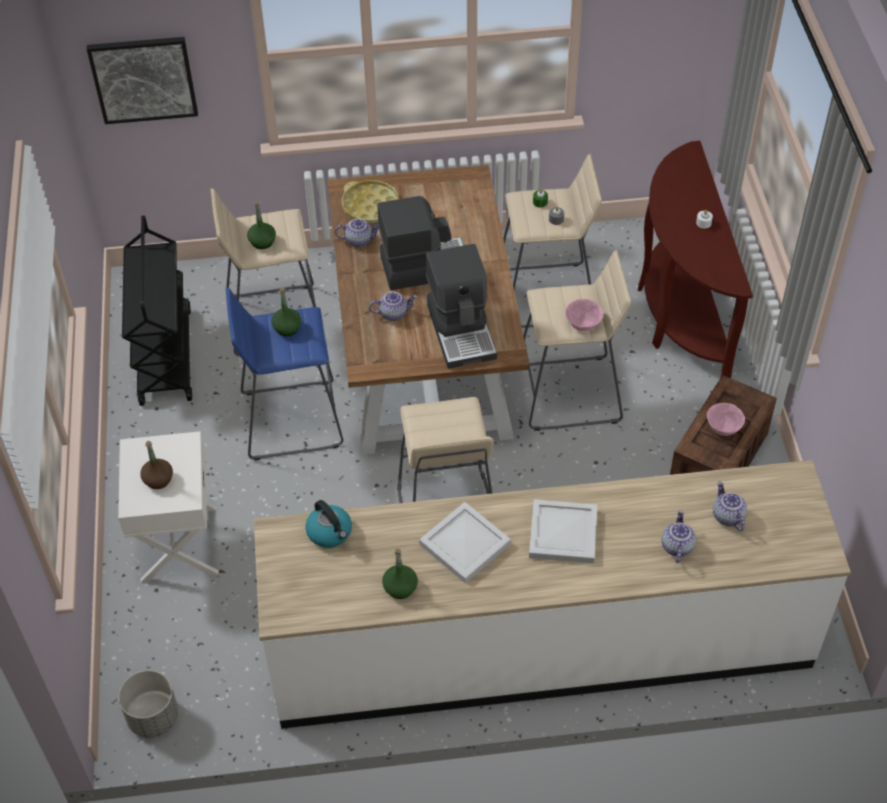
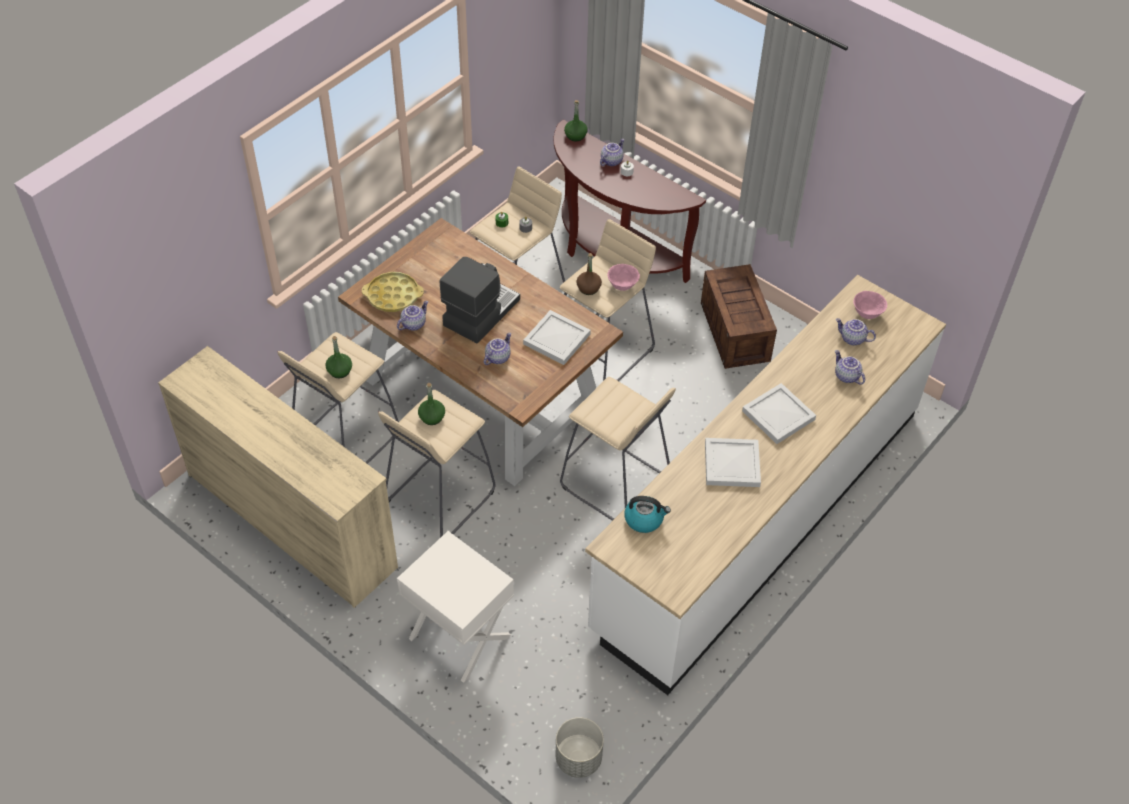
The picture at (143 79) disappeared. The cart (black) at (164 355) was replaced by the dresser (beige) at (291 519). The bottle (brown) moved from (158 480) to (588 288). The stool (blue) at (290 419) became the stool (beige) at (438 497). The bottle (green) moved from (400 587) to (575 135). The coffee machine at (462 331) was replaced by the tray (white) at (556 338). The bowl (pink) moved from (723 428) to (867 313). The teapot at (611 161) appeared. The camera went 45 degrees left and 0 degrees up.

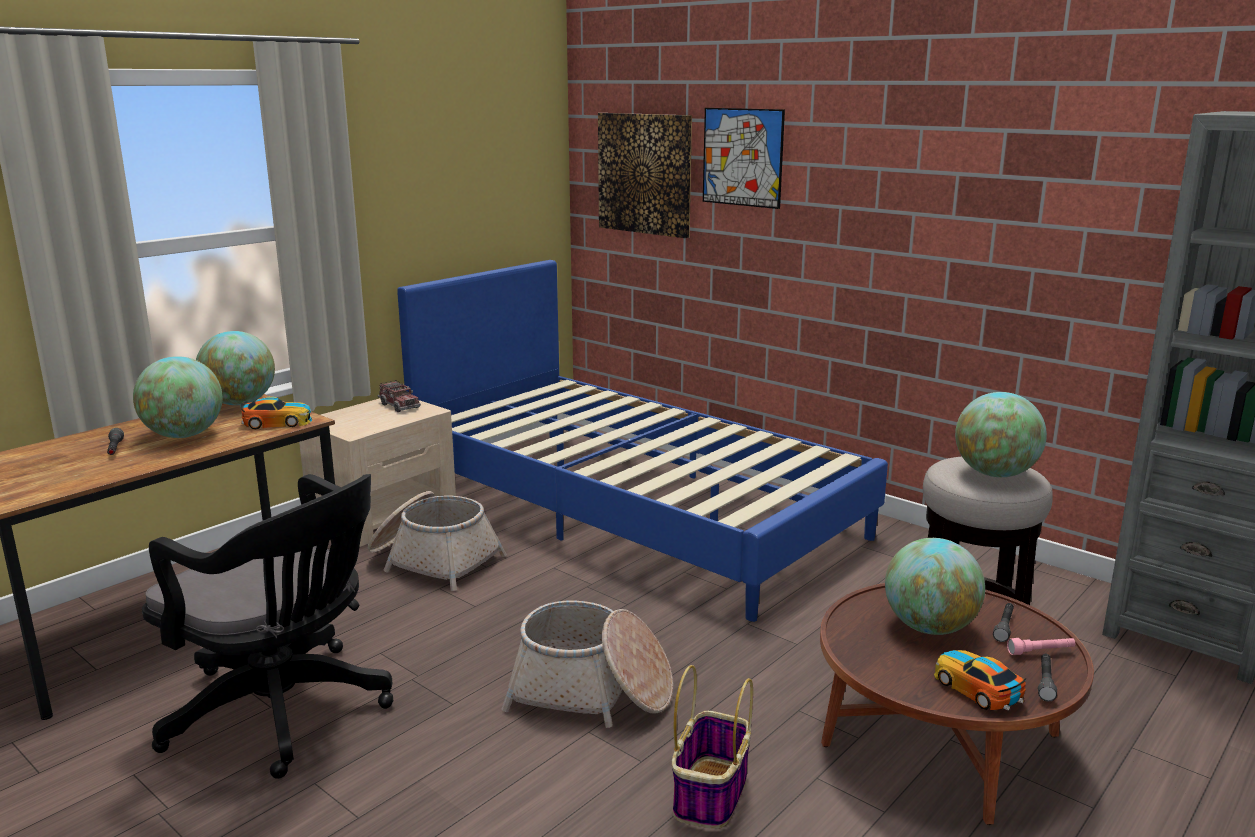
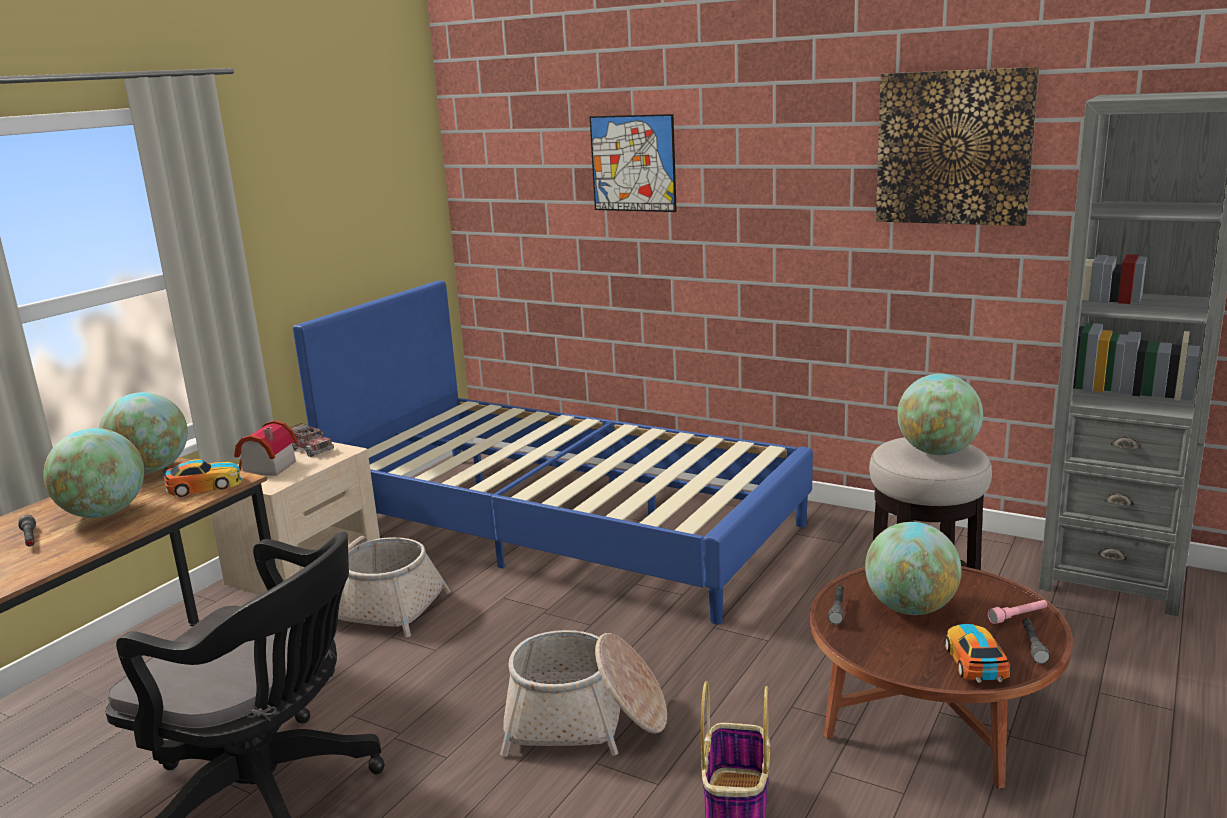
The picture moved from (645 174) to (954 148). The toy car at (976 688) turned 45 degrees clockwise. The flashlight (grey) moved from (1004 627) to (837 609). The toy house at (266 468) appeared. The camera went 10 degrees left and 0 degrees up.

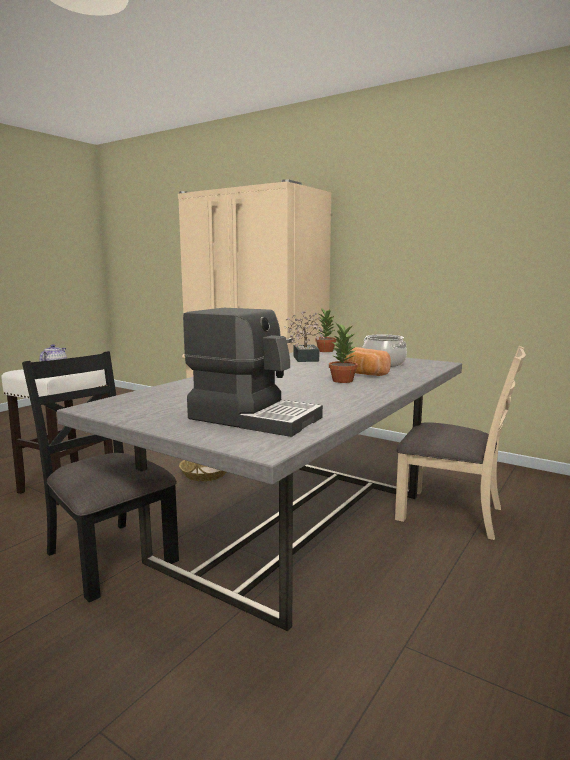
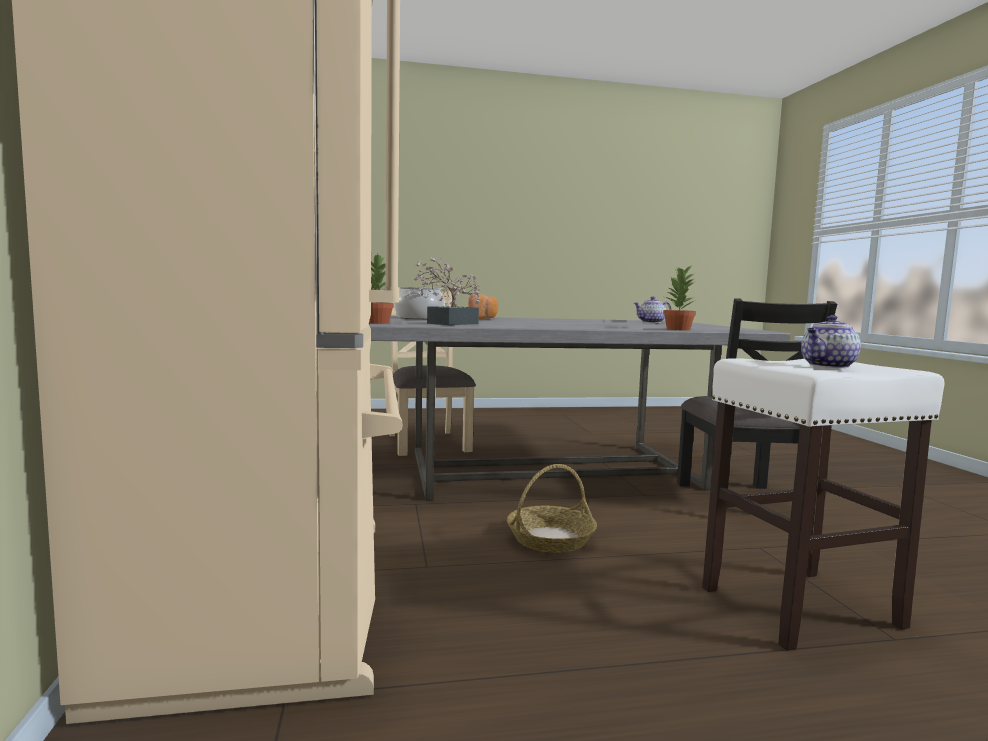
The coffee machine at (254 417) was replaced by the teapot at (651 322). The potted plant moved from (342 380) to (678 329). The camera went 135 degrees left and 5 degrees down.

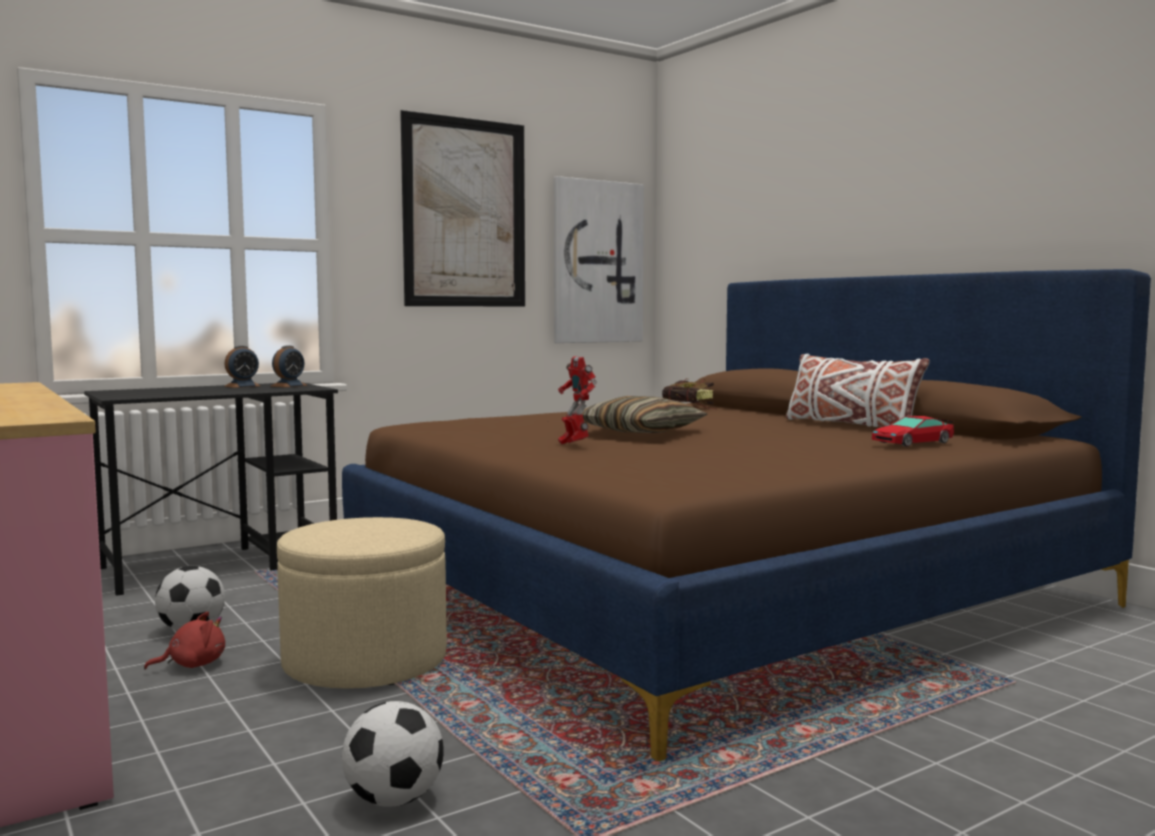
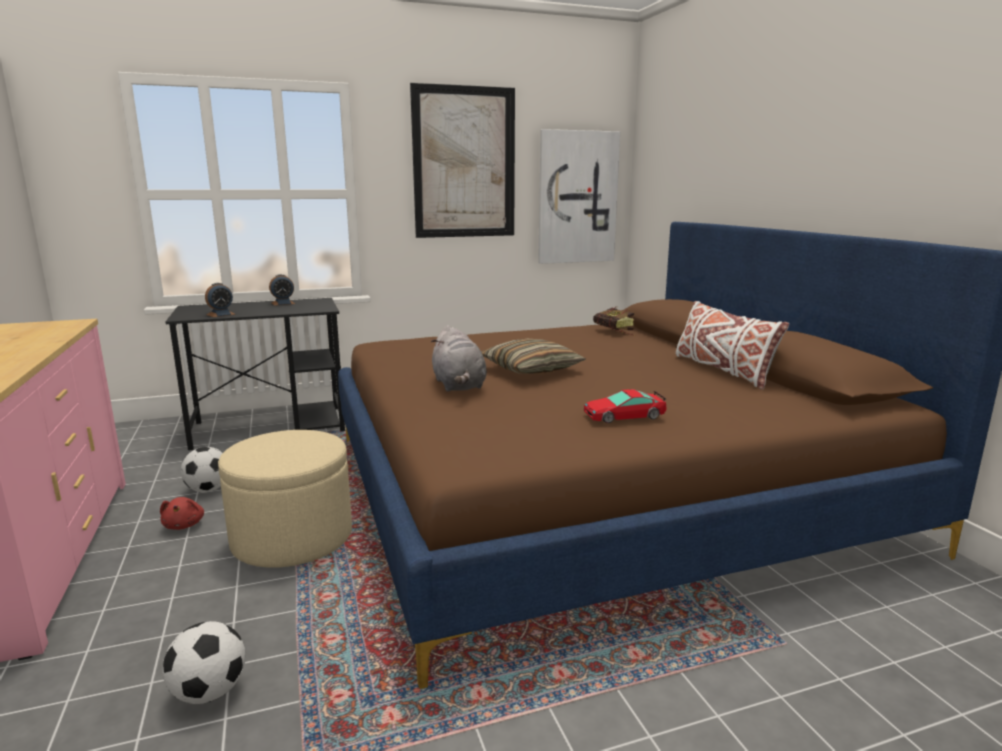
The plush toy (red) at (192 665) turned 90 degrees clockwise. The alarm clock moved from (289 386) to (221 314). The toy robot at (573 445) was replaced by the plush toy (grey) at (459 386). The toy car moved from (912 442) to (624 415). The camera went 15 degrees right and 10 degrees up.

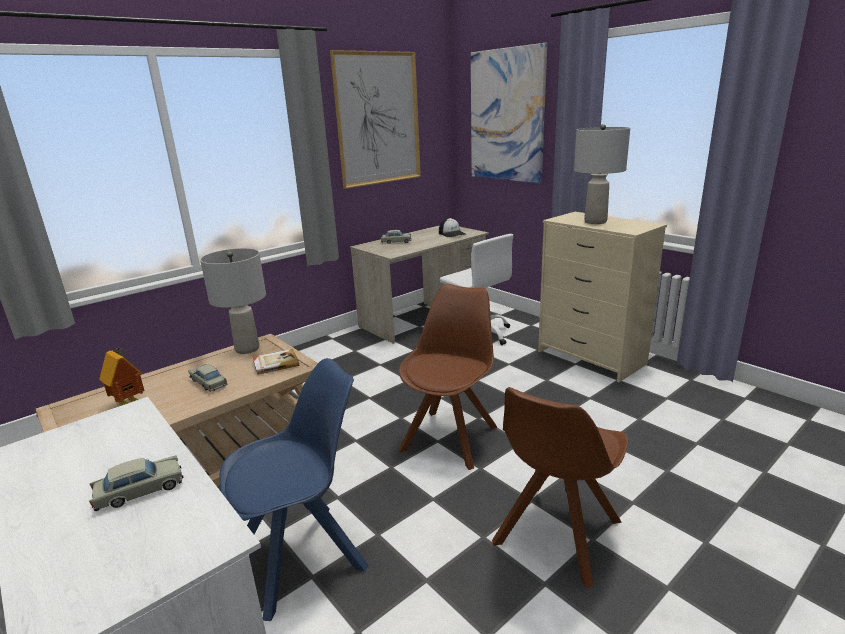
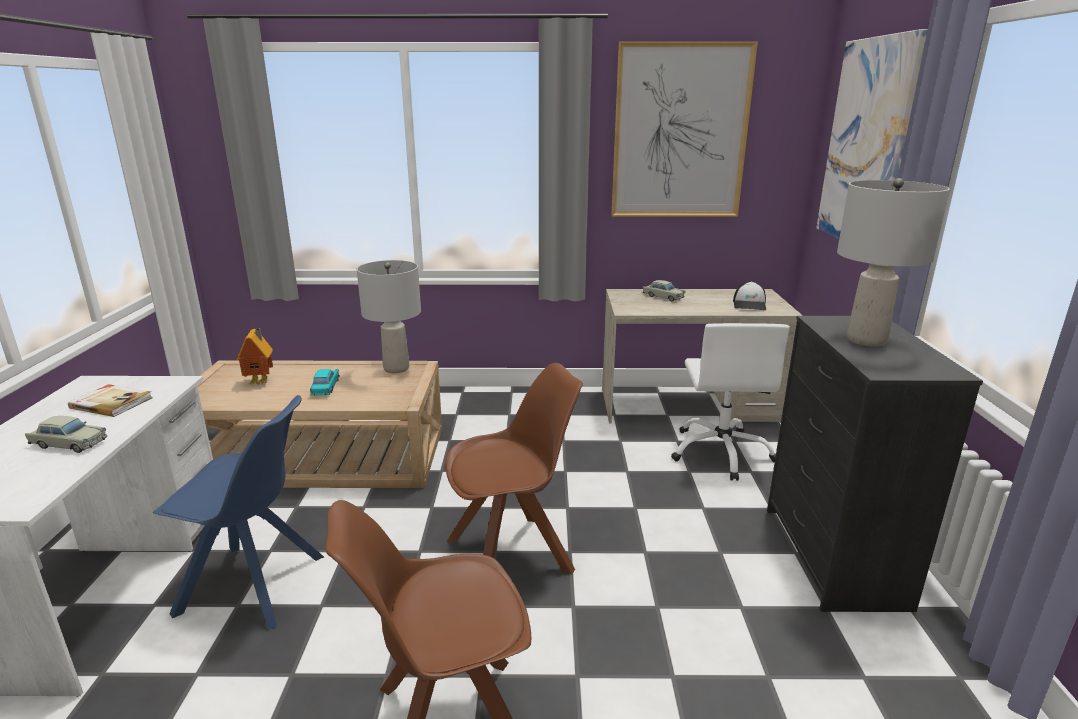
The toy car (beige) at (208 383) became the toy car (turquoise) at (325 387). The book moved from (275 363) to (112 403). The dresser (beige) at (590 357) became the dresser (black) at (832 556). The camera went 40 degrees right and 0 degrees up.

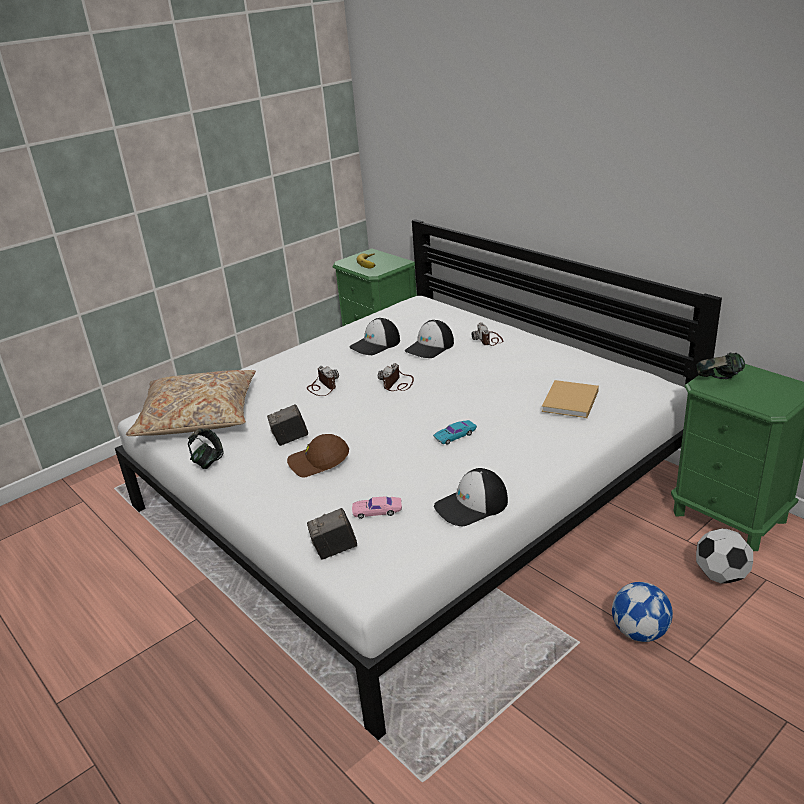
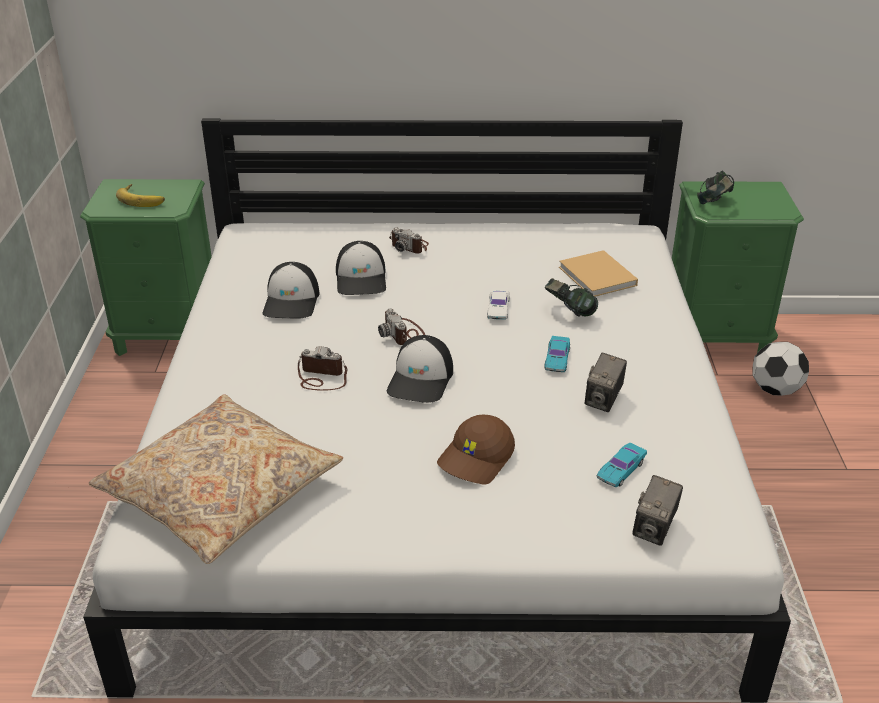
The headphones moved from (208 461) to (569 312). The photo camera moved from (290 439) to (603 400). The toy car (pink) at (377 511) became the toy car (turquoise) at (621 469). The cap moved from (471 505) to (421 379). The football at (639 632) disappeared. The toy car (white) at (498 308) appeared. The camera went 50 degrees left and 5 degrees up.

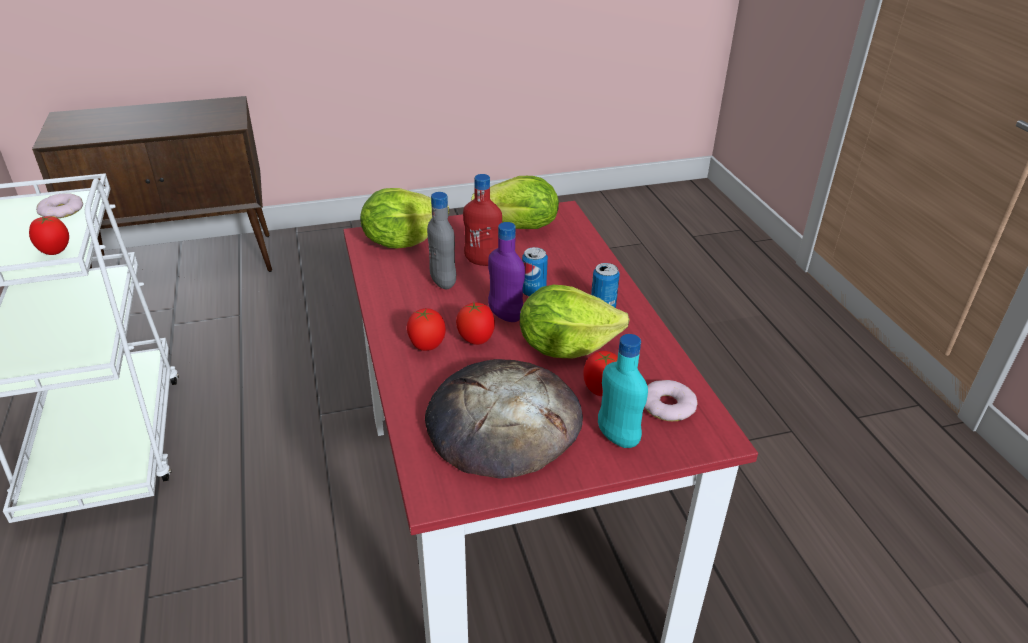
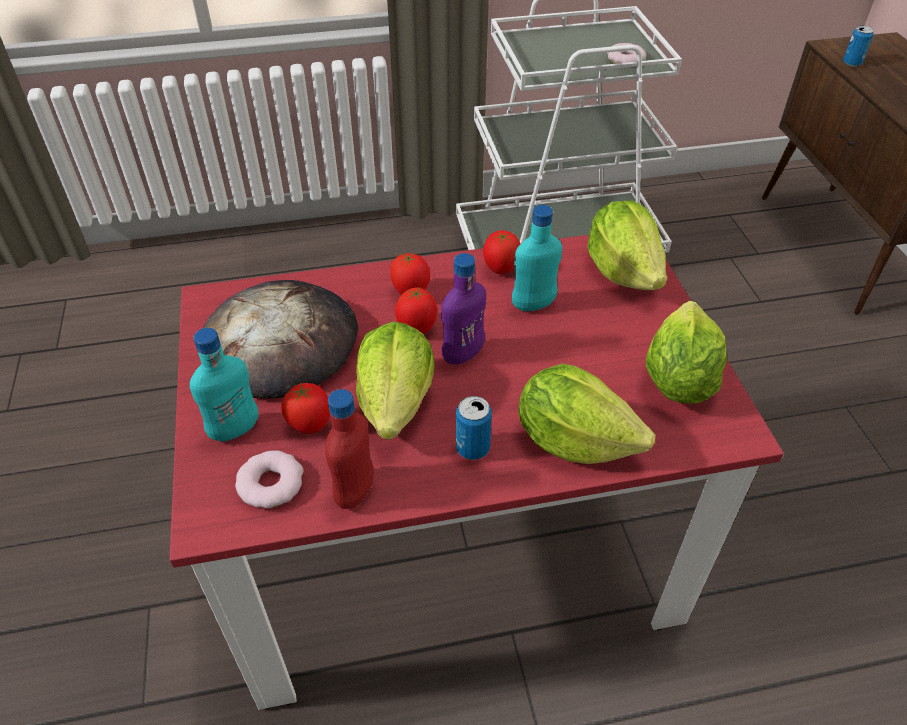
The tomato moved from (55 252) to (500 269). The bottle (grey) at (443 282) became the bottle (turquoise) at (533 304). The bottle (red) moved from (483 261) to (355 491). The can moved from (533 292) to (852 63). The lettuce at (573 440) appeared. The camera went 95 degrees right and 10 degrees up.

